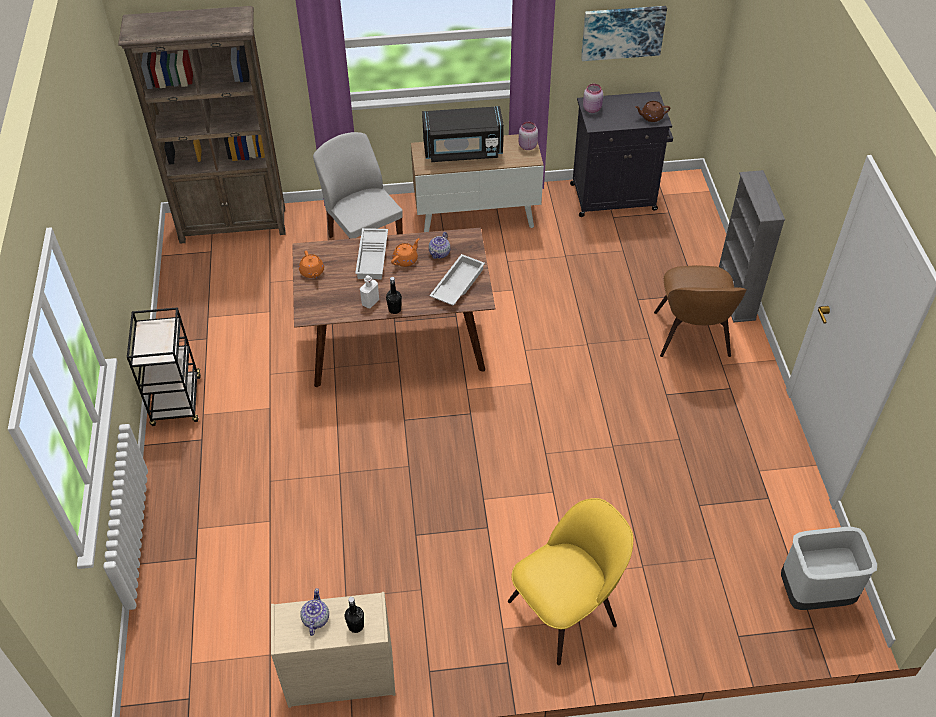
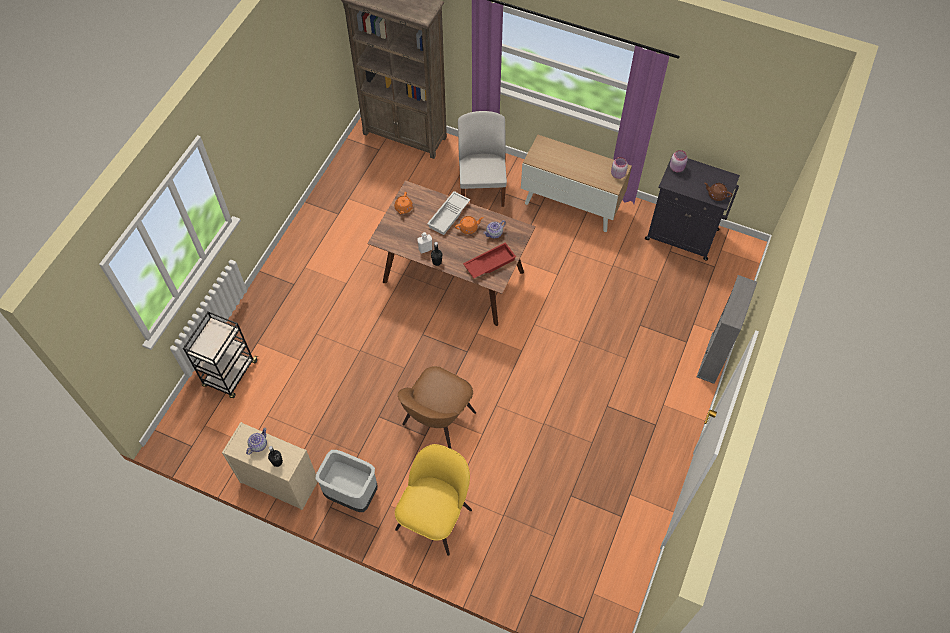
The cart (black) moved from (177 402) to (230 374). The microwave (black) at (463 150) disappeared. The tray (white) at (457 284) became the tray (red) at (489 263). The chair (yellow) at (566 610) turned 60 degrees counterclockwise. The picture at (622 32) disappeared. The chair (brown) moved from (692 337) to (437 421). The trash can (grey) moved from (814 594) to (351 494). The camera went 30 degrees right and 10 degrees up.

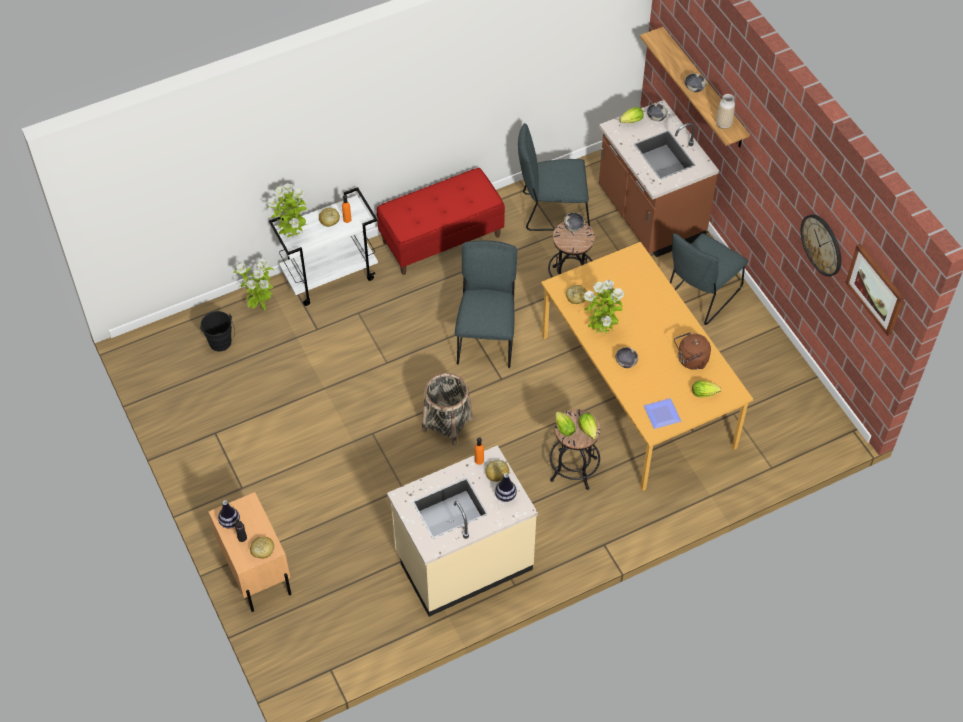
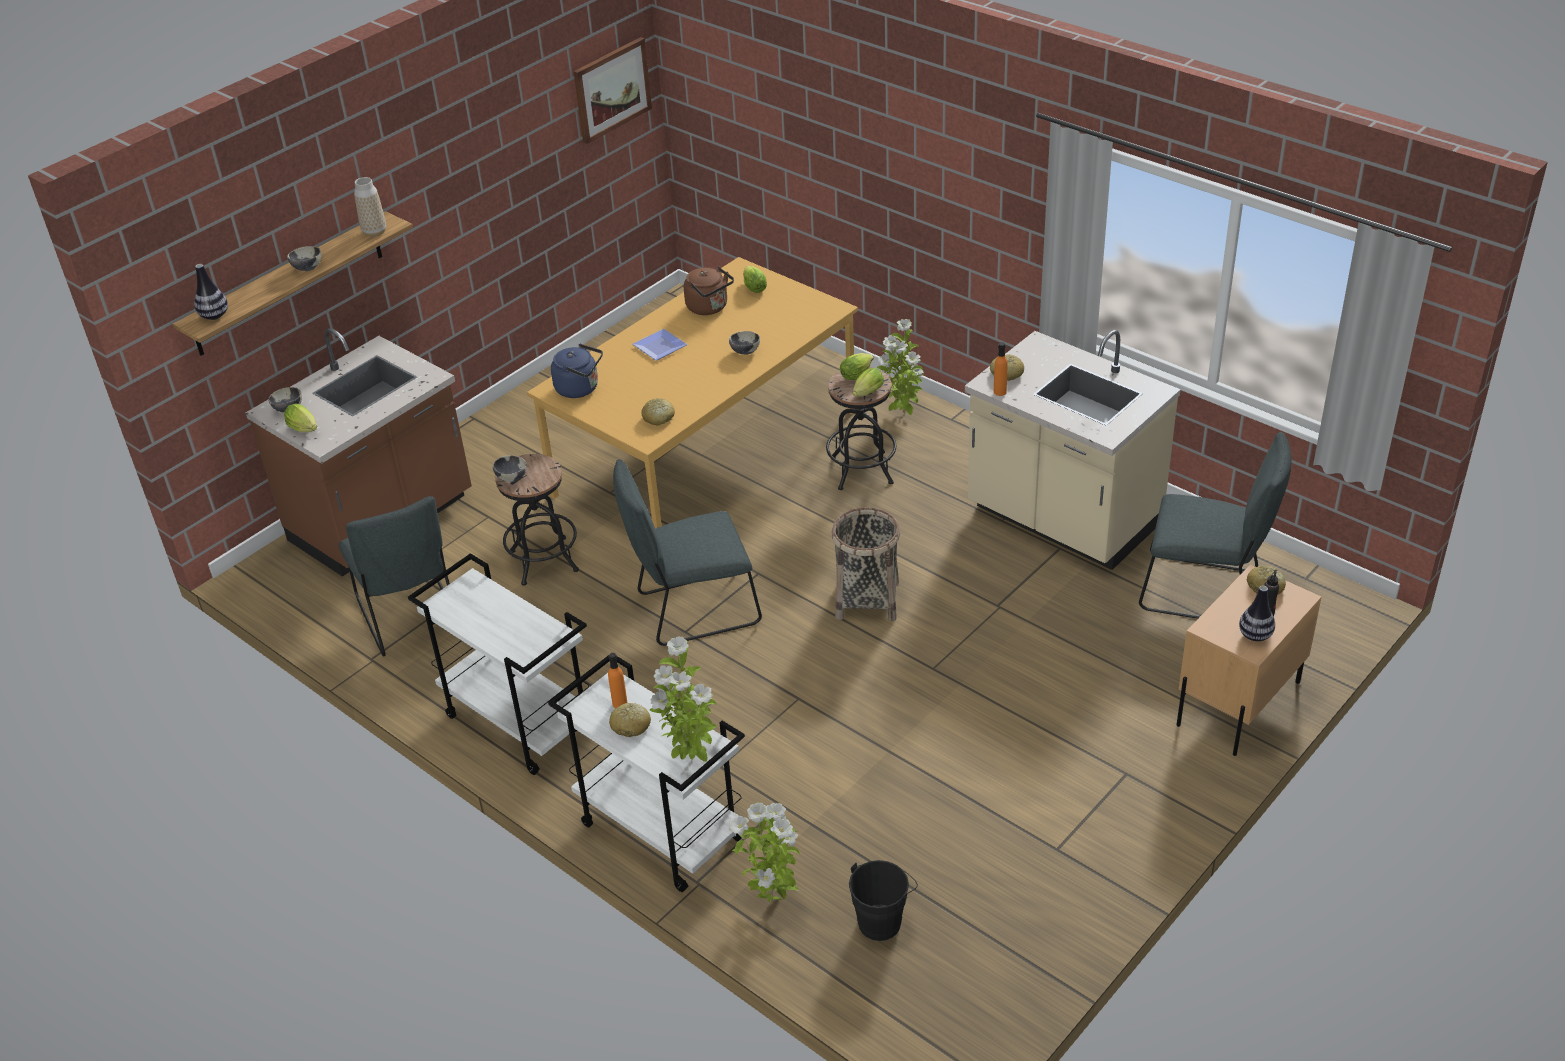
The bench (red) at (441 238) was replaced by the cart (white) at (517 722). The vase moved from (505 495) to (214 316). The potted plant moved from (601 332) to (902 414). The plate moved from (661 415) to (662 347). The chair (grey) moved from (700 296) to (1205 591). The wall clock at (822 244) disappeared. The kettle (blue) at (580 388) appeared. The camera went 110 degrees left and 15 degrees down.

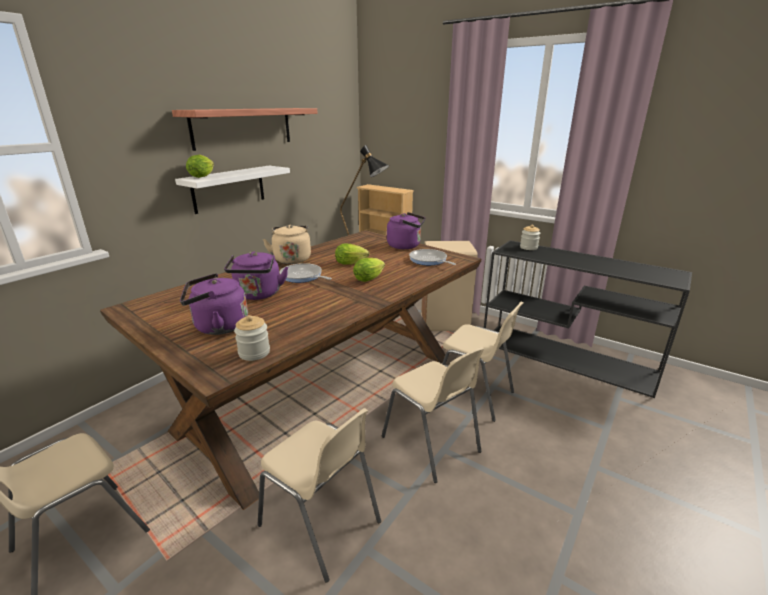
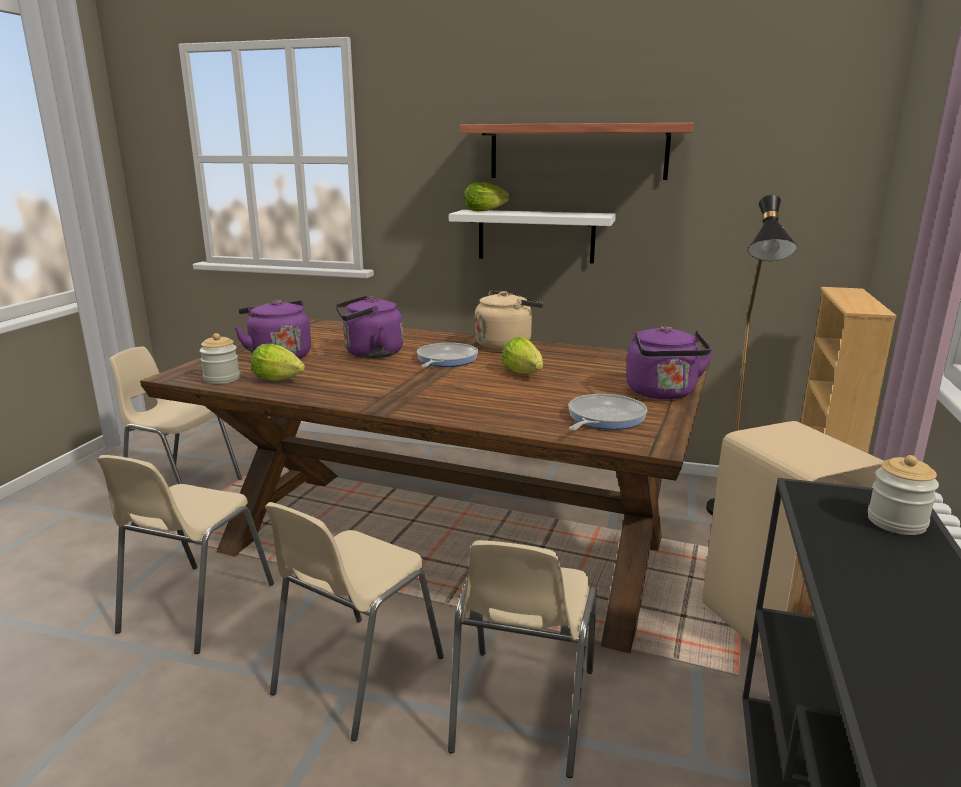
The lettuce moved from (370 278) to (280 380). The camera went 70 degrees right and 5 degrees down.

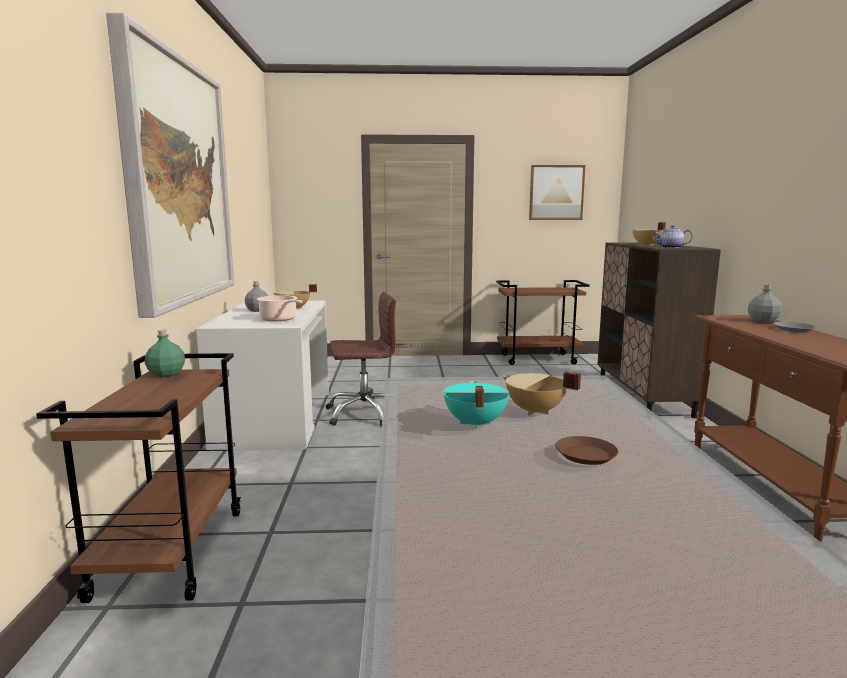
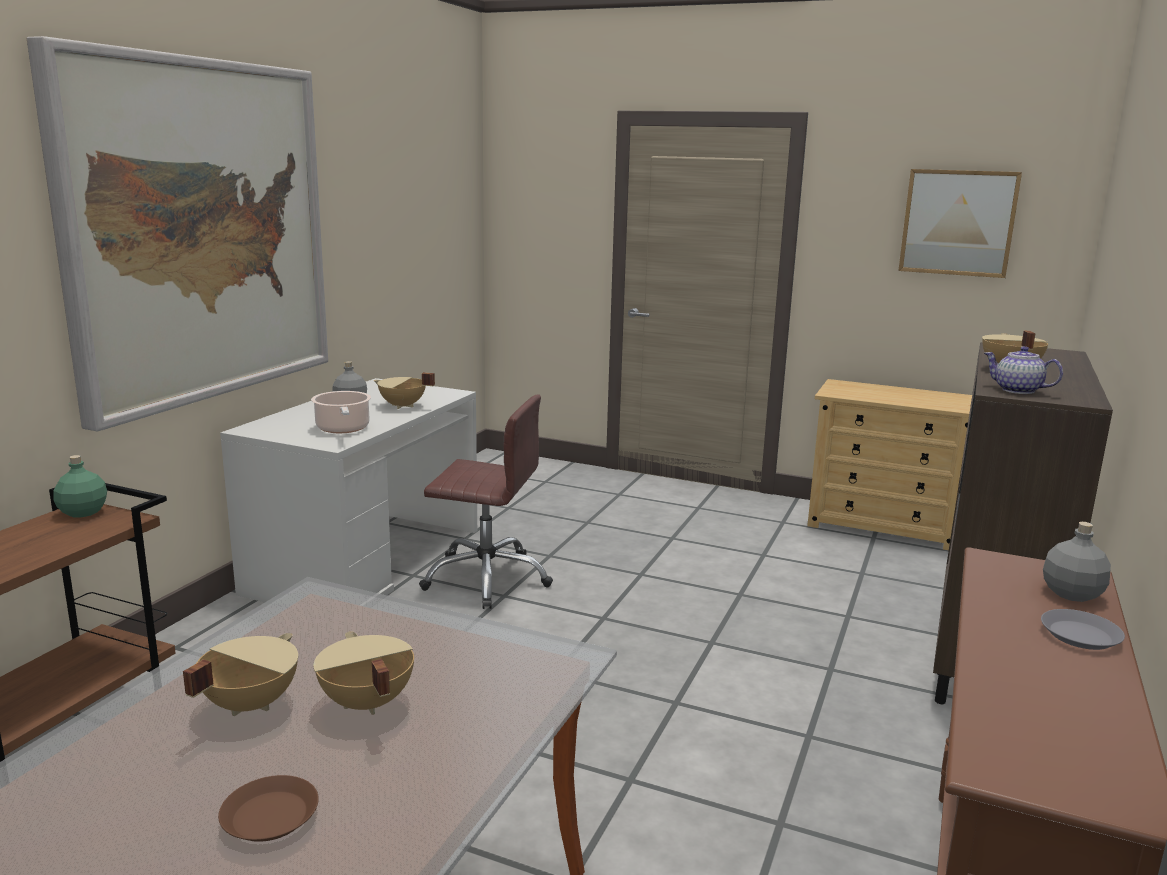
The cooking pot (turquoise) at (474 424) became the cooking pot (beige) at (248 704). The cart (brown) at (538 359) was replaced by the dresser (beige) at (883 525). The camera went 25 degrees right and 5 degrees up.

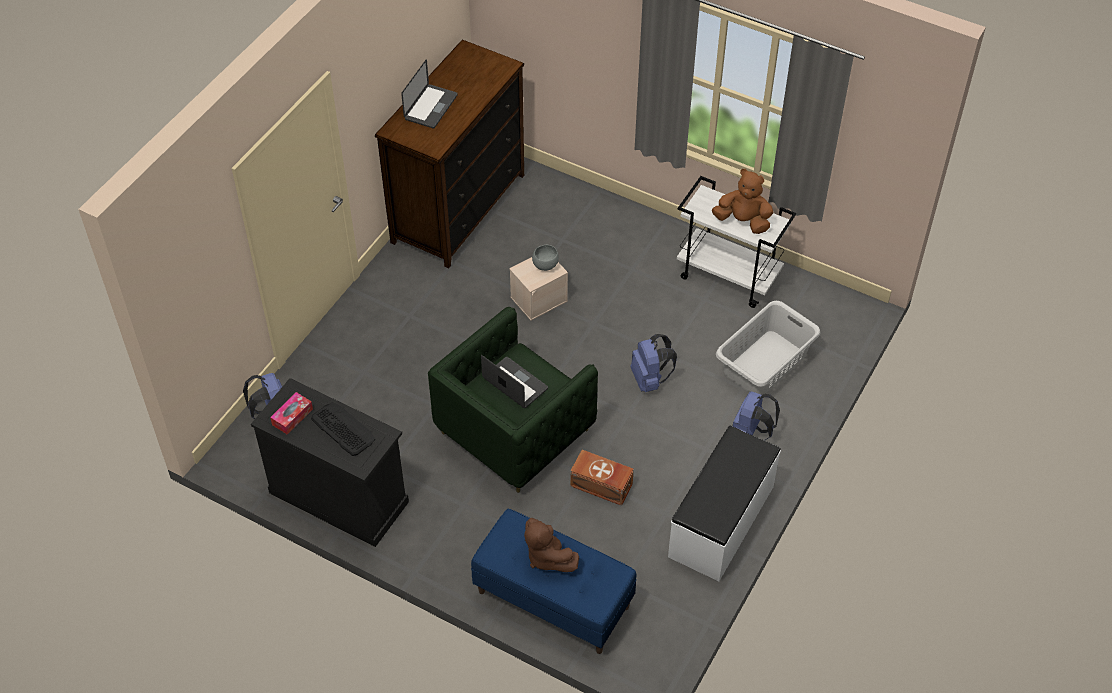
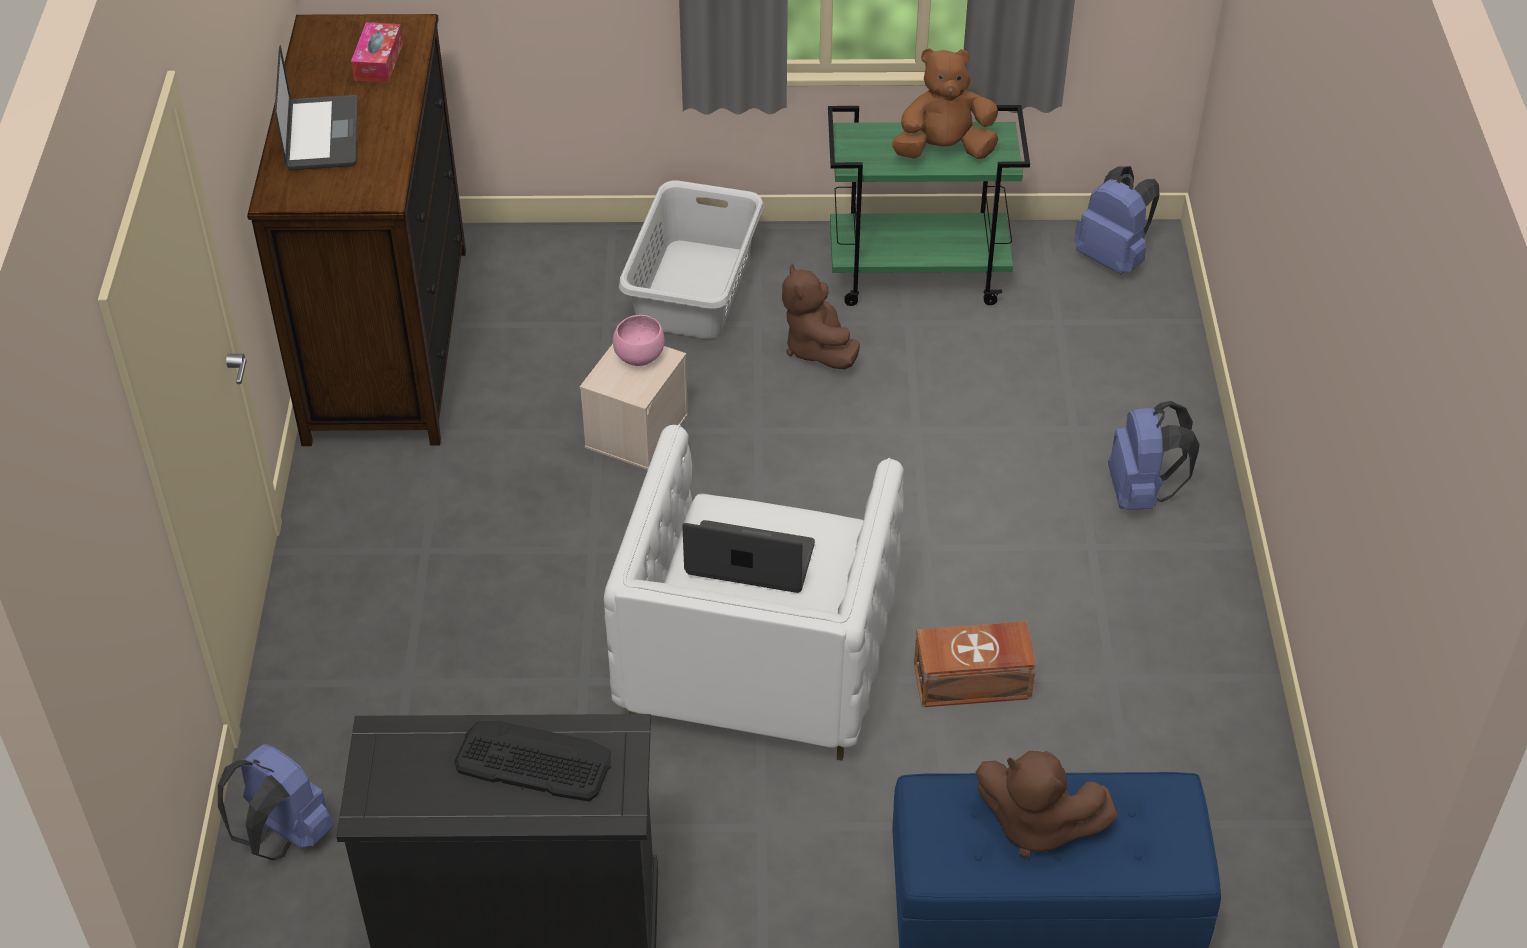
The tissue box moved from (292 417) to (378 61). The armchair (green) at (514 431) became the armchair (white) at (757 661). The bowl (grey) at (544 265) became the bowl (pink) at (638 357). The backpack (blue) moved from (650 379) to (1113 258). The bench (white) at (722 522) disappeared. The cart (white) at (729 276) became the cart (green) at (919 274). The laundry basket (grey) moved from (765 364) to (695 289). The plush toy (brown) at (817 348) appeared. The camera went 30 degrees left and 5 degrees down.

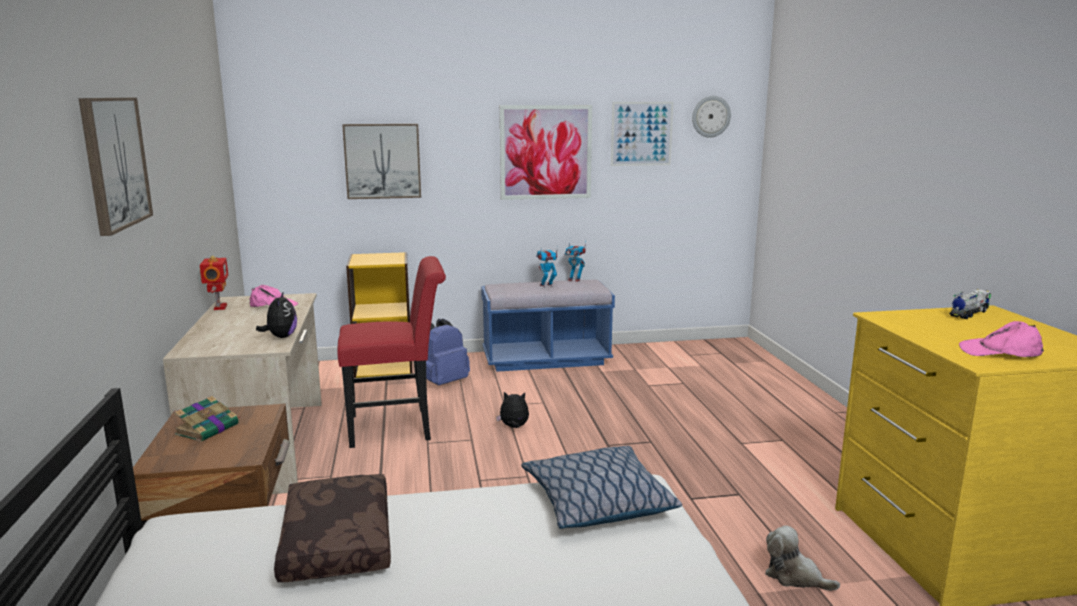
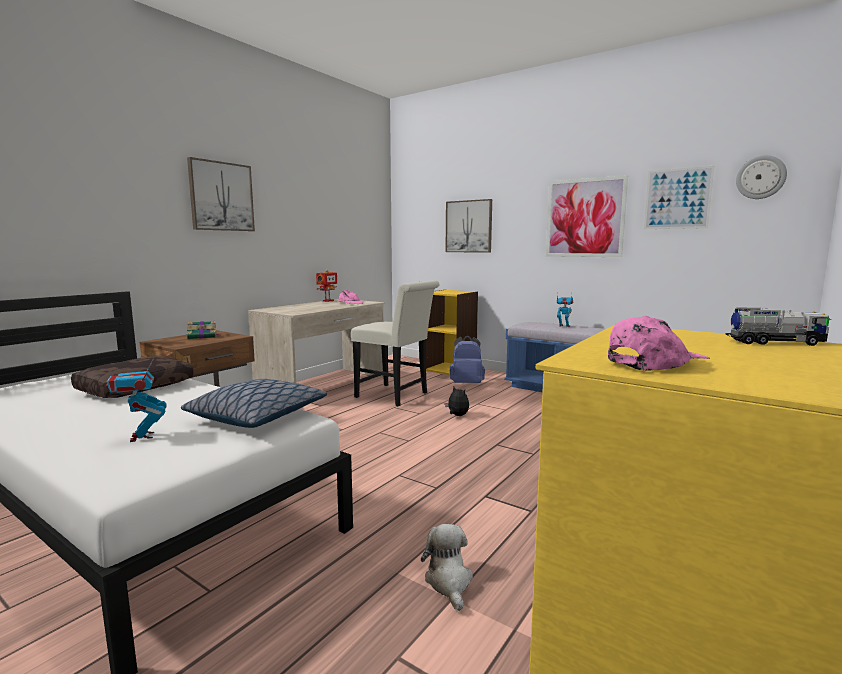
The plush toy at (281 337) disappeared. The chair (red) at (397 427) became the chair (white) at (396 396). The toy robot moved from (575 280) to (141 436). The cap (pink) at (1000 352) turned 90 degrees clockwise. The camera went 45 degrees right and 5 degrees down.

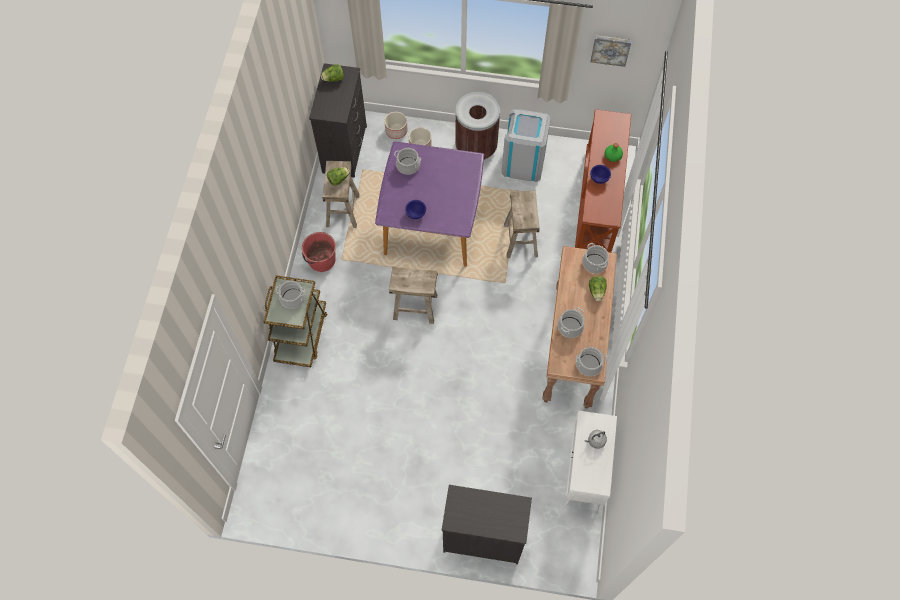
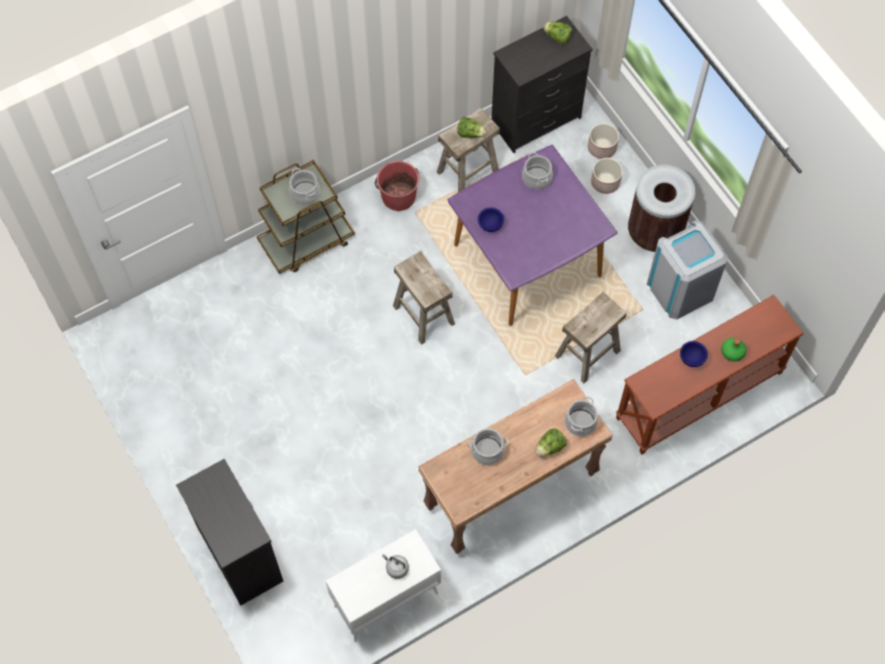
The cooking pot at (588 364) disappeared. The picture at (610 49) disappeared. The camera went 50 degrees right and 0 degrees up.

